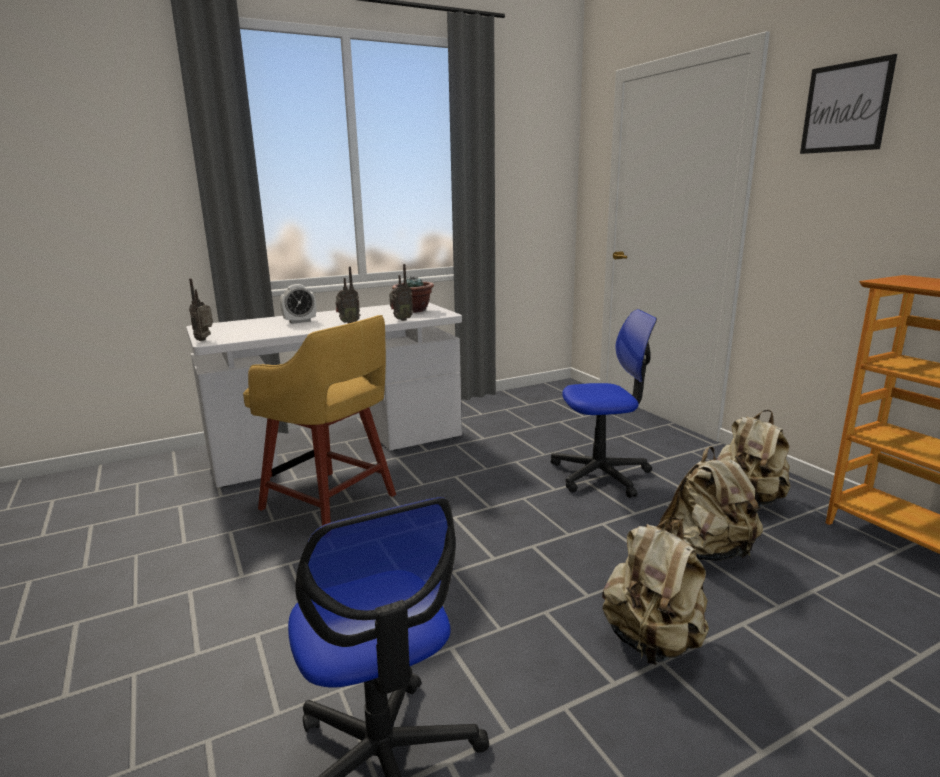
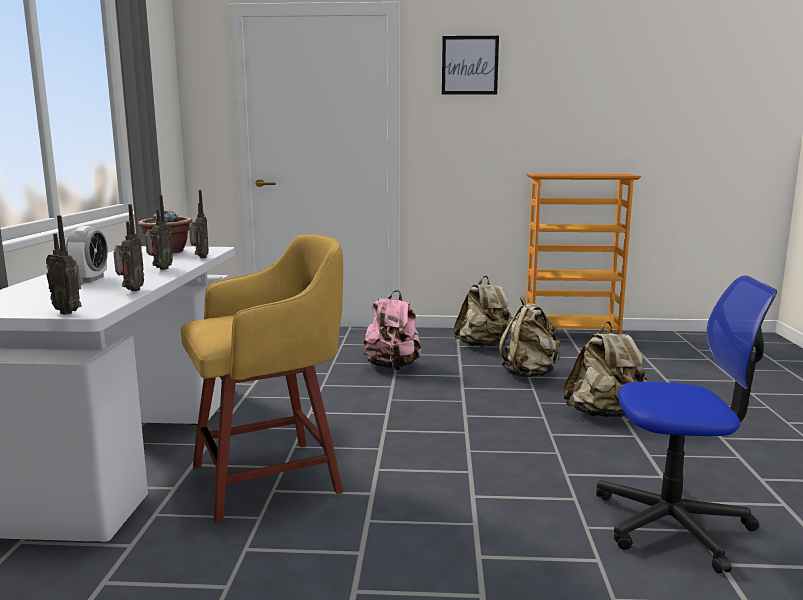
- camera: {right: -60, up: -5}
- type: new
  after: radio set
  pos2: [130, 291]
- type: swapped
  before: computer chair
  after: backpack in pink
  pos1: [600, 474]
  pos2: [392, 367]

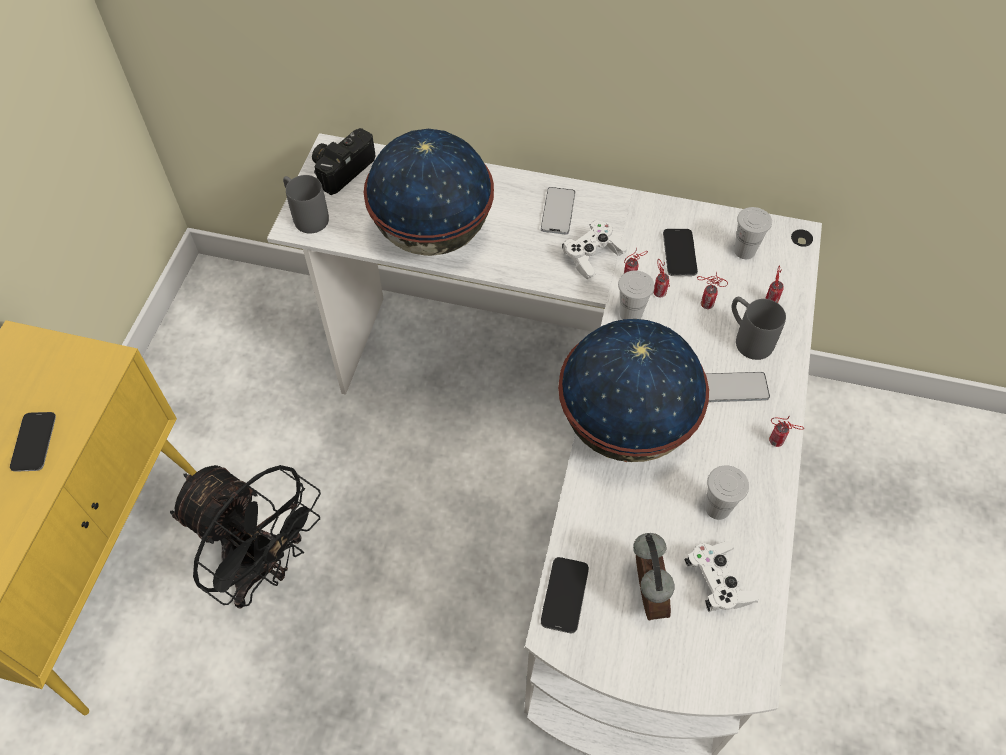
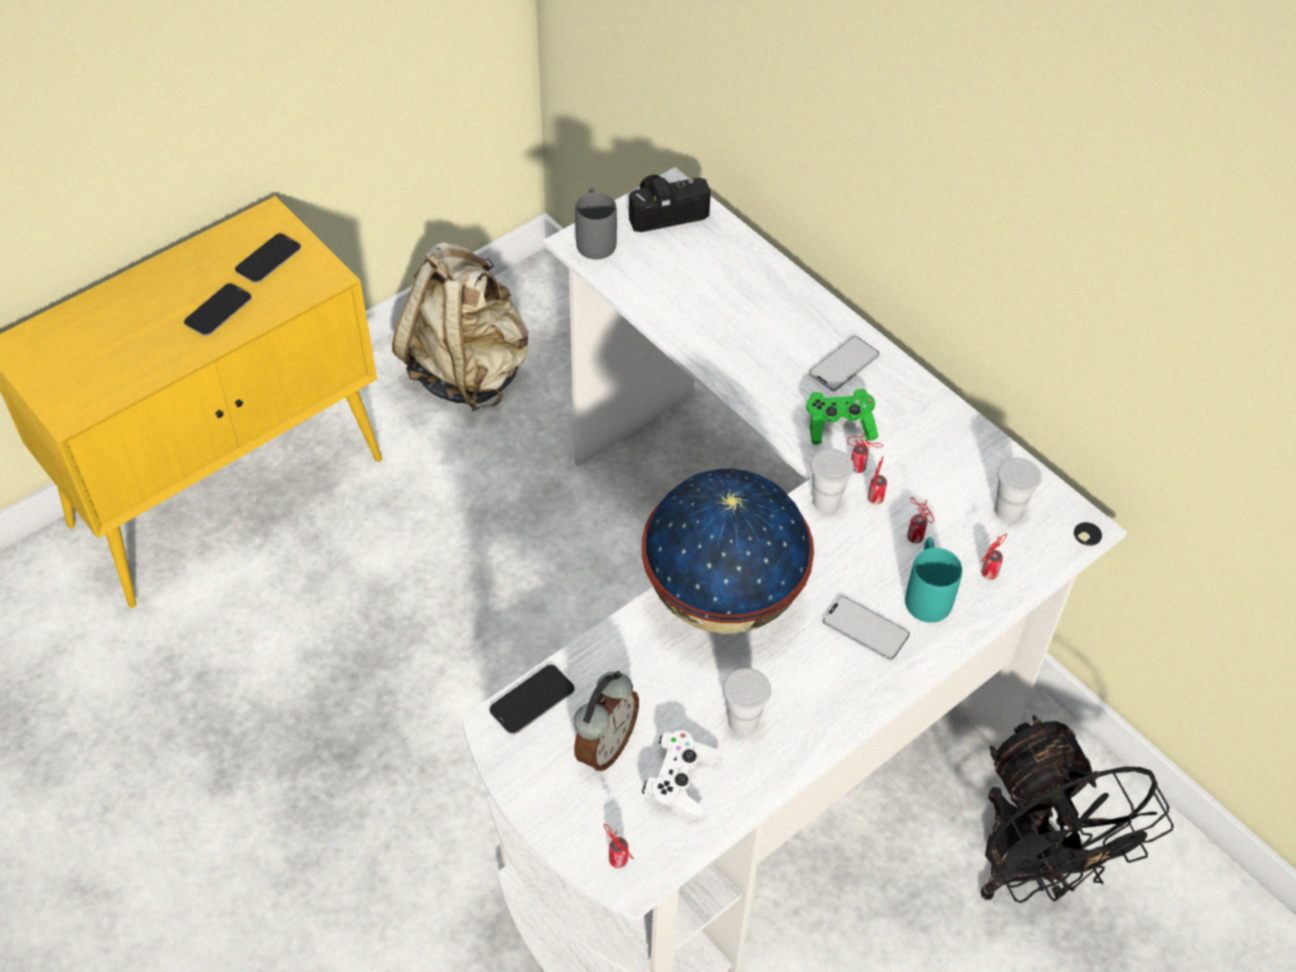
- camera: {right: 35, up: -5}
- type: gone
  before: desk globe
  pos1: [432, 234]
- type: new
  after: backpack in beige-coloured
  pos2: [468, 370]
- type: shifted
  before: electric fan in blackish
  pos1: [264, 567]
  pos2: [1031, 870]
- type: shifted
  before: telephone
  pos1: [679, 253]
  pos2: [268, 259]
- type: shifted
  before: metal can
  pos1: [778, 441]
  pos2: [620, 862]
- type: repainted
  before: joypad in whitish
  after: joypad in green
  pos1: [592, 256]
  pos2: [839, 426]
- type: repainted
  before: coffee mug in greyish
  after: coffee mug in blue-green
  pos1: [747, 338]
  pos2: [926, 593]

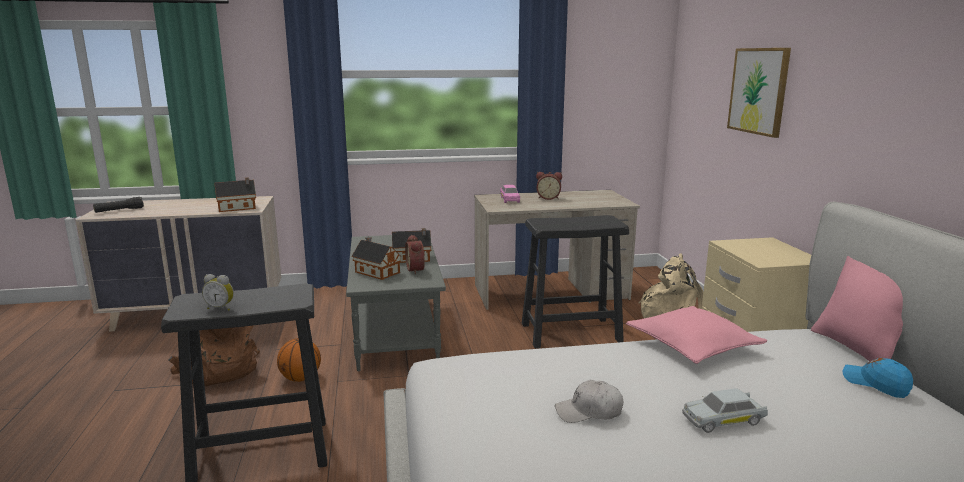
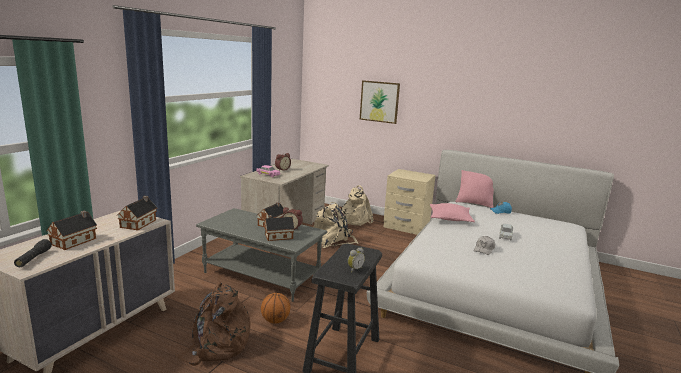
- camera: {right: -55, up: 0}
- type: new
  after: miniature house
  pos2: [75, 241]
- type: swapped
  before: stool in blackish
  after: backpack in beige-coloured
  pos1: [570, 332]
  pos2: [333, 241]

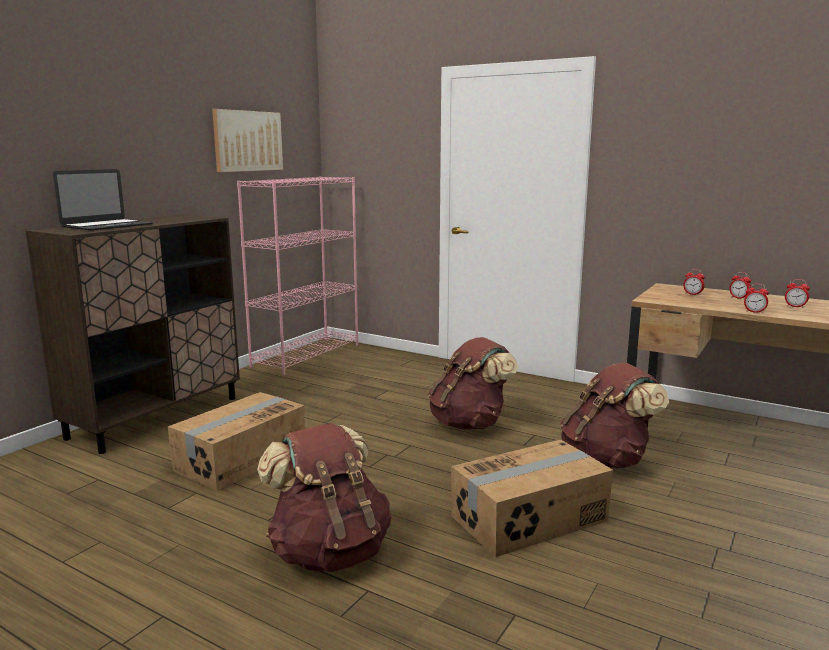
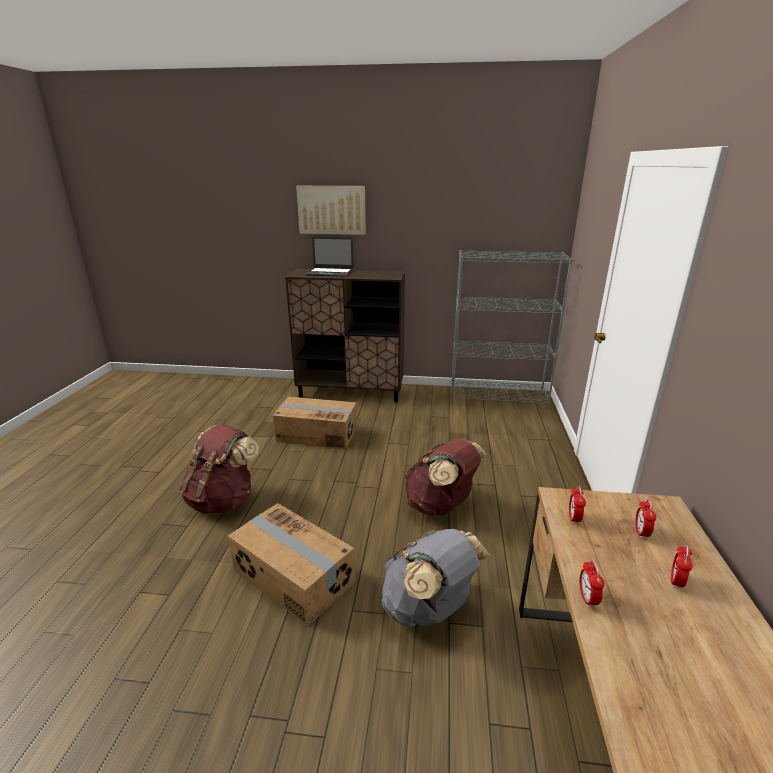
- camera: {right: 65, up: 10}
- type: shifted
  before: picture
  pos1: [247, 141]
  pos2: [332, 210]
- type: shifted
  before: bedside clock
  pos1: [795, 306]
  pos2: [574, 518]
- type: repainted
  before: bookcase in pink
  after: bookcase in greyish
  pos1: [306, 355]
  pos2: [498, 397]
- type: repainted
  before: backpack in brown-coloured
  after: backpack in greyish
  pos1: [607, 460]
  pos2: [428, 608]

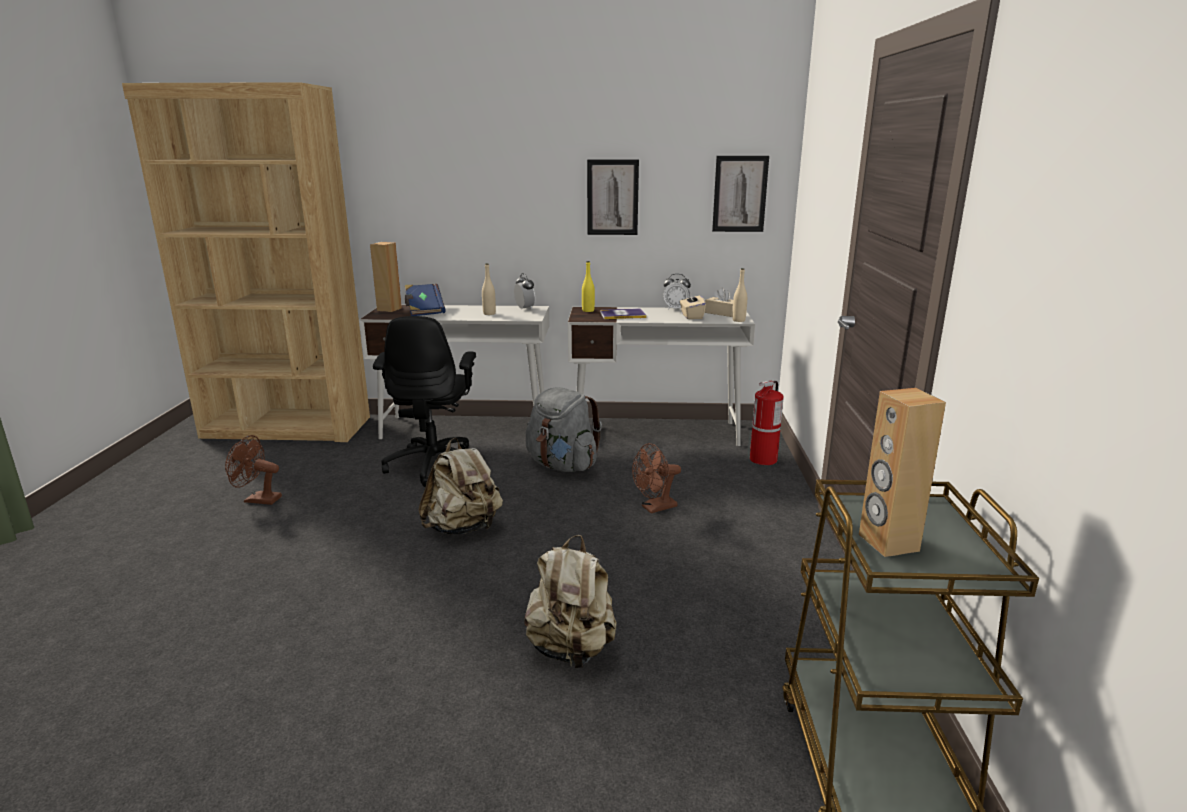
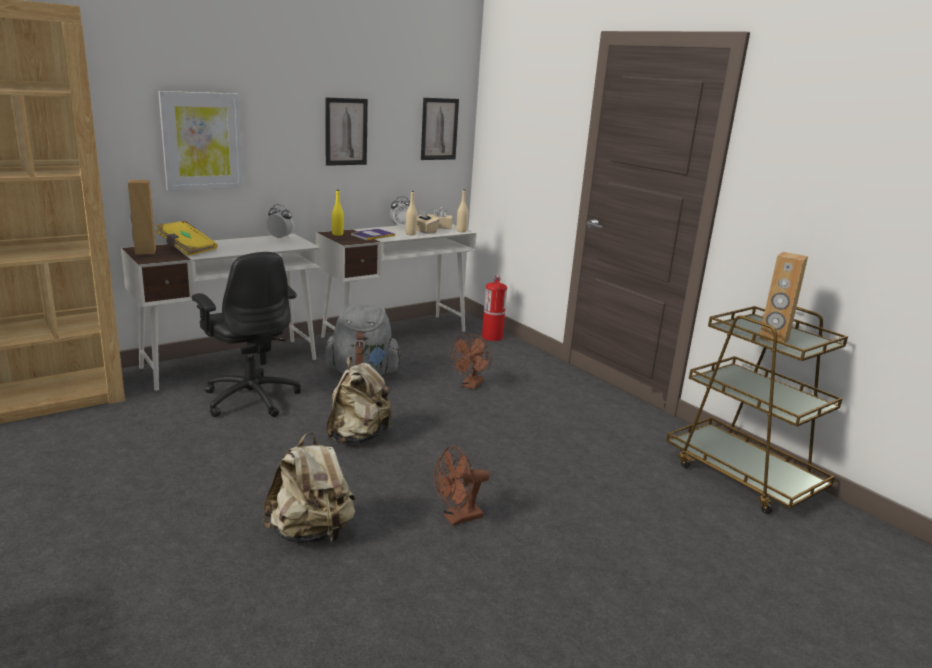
- camera: {right: -40, up: 0}
- type: new
  after: picture
  pos2: [202, 141]
- type: shifted
  before: electric fan in brown-coloured
  pos1: [257, 499]
  pos2: [457, 518]
- type: shifted
  before: beverage bottle in beige-coloured
  pos1: [489, 313]
  pos2: [410, 234]
- type: shifted
  before: backpack in beige-coloured
  pos1: [571, 649]
  pos2: [311, 533]
- type: repainted
  before: bound book in bluish
  after: bound book in yellowish
  pos1: [424, 310]
  pos2: [186, 249]

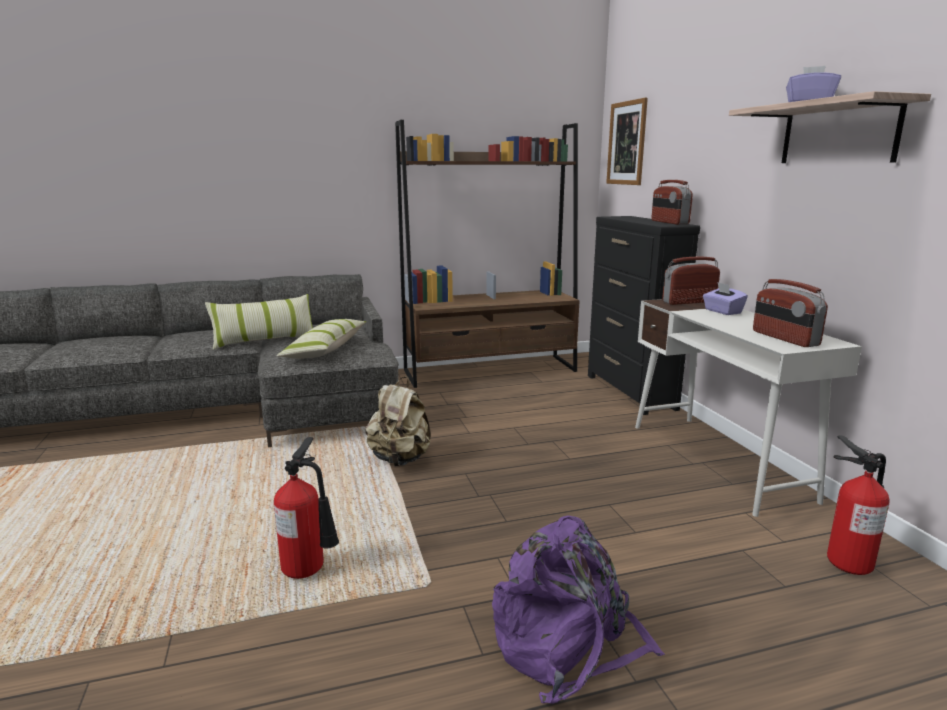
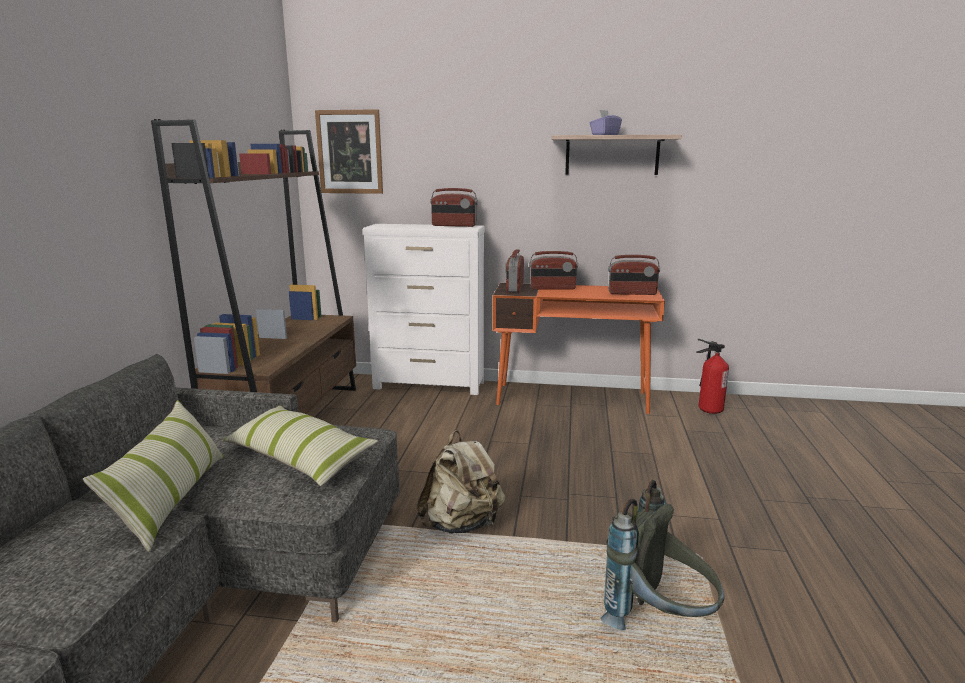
- camera: {right: -65, up: 0}
- type: gone
  before: backpack in purplish
  pos1: [568, 646]
- type: swapped
  before: fire-fighting cylinder
  after: backpack in greyish
  pos1: [310, 570]
  pos2: [660, 622]
- type: swapped
  before: box of tissues in purplish
  after: radio set
  pos1: [722, 311]
  pos2: [552, 288]
- type: repainted
  before: dresser in blackish
  after: dresser in whitish
  pos1: [630, 392]
  pos2: [429, 385]
- type: repainted
  before: desk in whitish
  after: desk in orangey
  pos1: [717, 461]
  pos2: [572, 398]

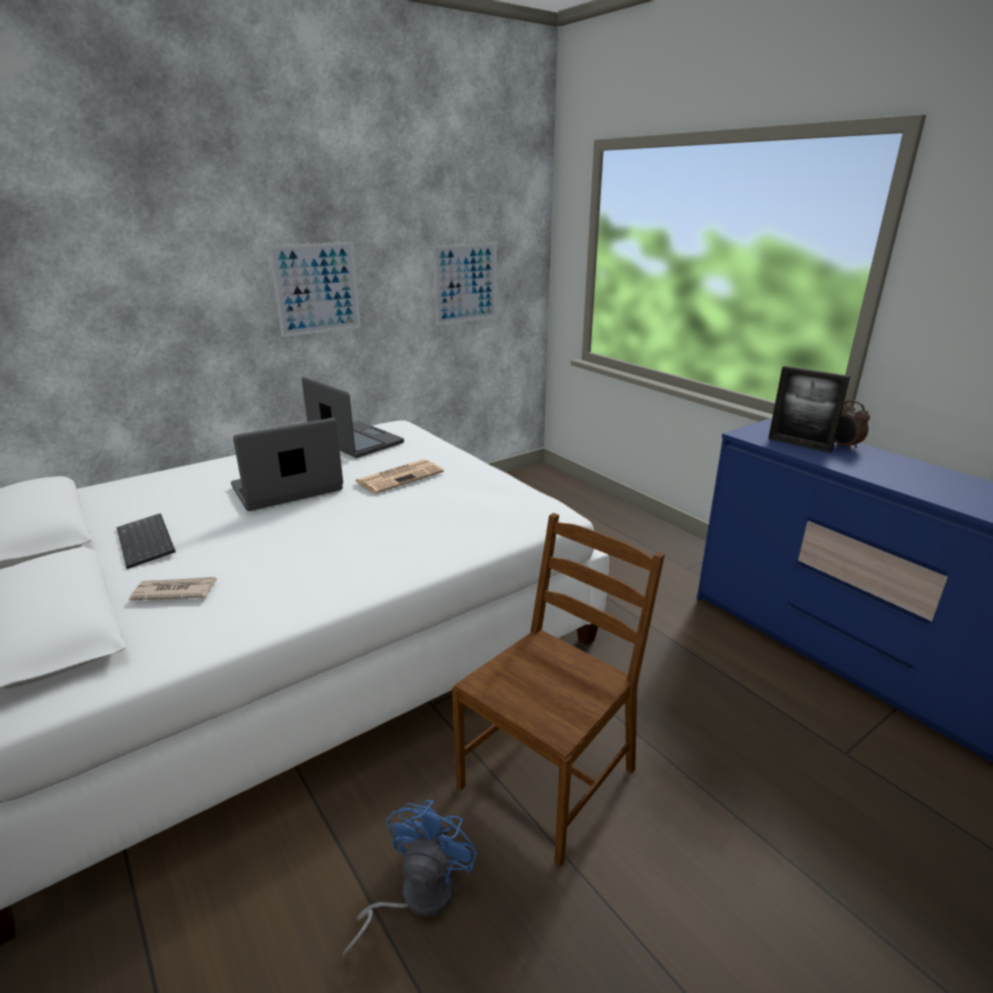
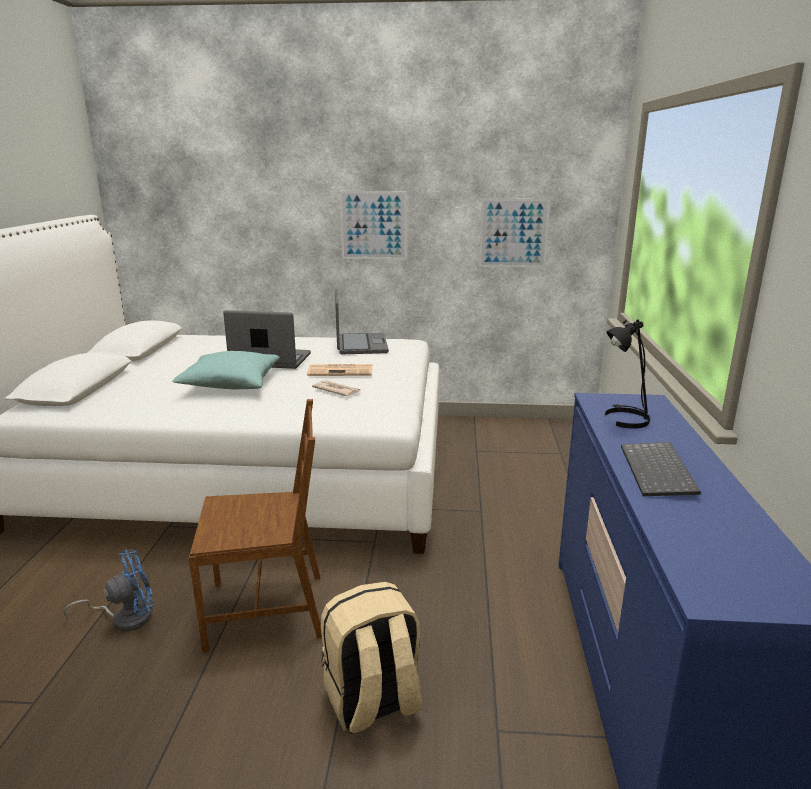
- camera: {right: 40, up: -5}
- type: gone
  before: bedside clock
  pos1: [843, 446]
- type: new
  after: pillow in blue-green
  pos2: [230, 384]
- type: new
  after: backpack in beige-coloured
  pos2: [372, 703]
- type: shifted
  before: keyboard
  pos1: [148, 542]
  pos2: [659, 472]
- type: shifted
  before: newspaper
  pos1: [174, 591]
  pos2: [336, 390]
- type: swapped
  before: picture frame
  after: table lamp in blackish
  pos1: [799, 444]
  pos2: [624, 418]

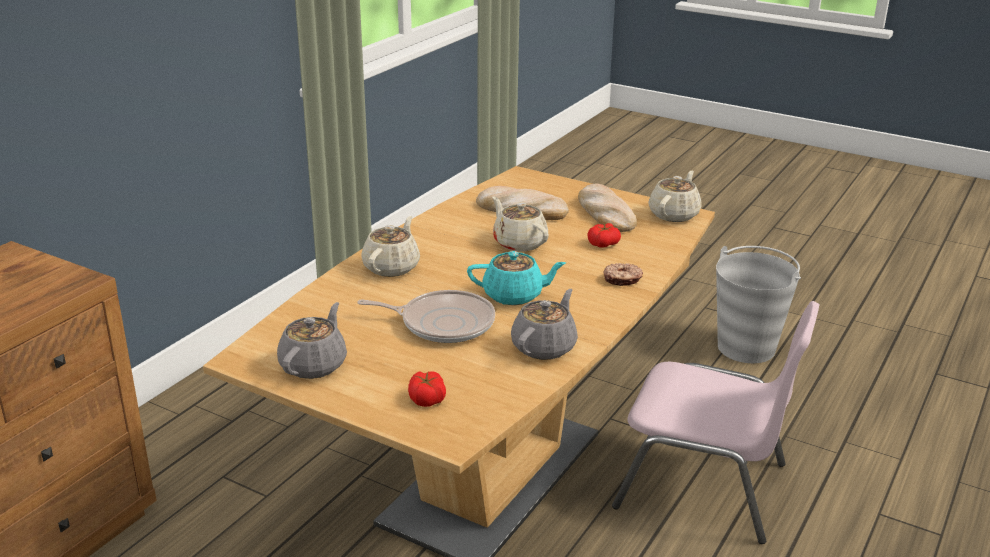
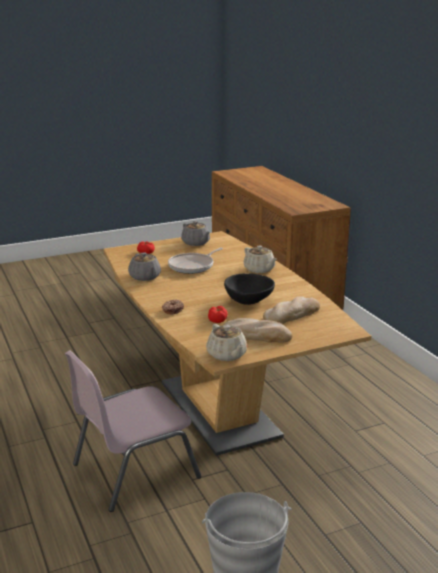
- camera: {right: 125, up: -5}
- type: gone
  before: teapot in blue-green
  pos1: [514, 295]
- type: swapped
  before: teapot in beige-coloured
  after: bowl in blackish
  pos1: [519, 242]
  pos2: [248, 301]

